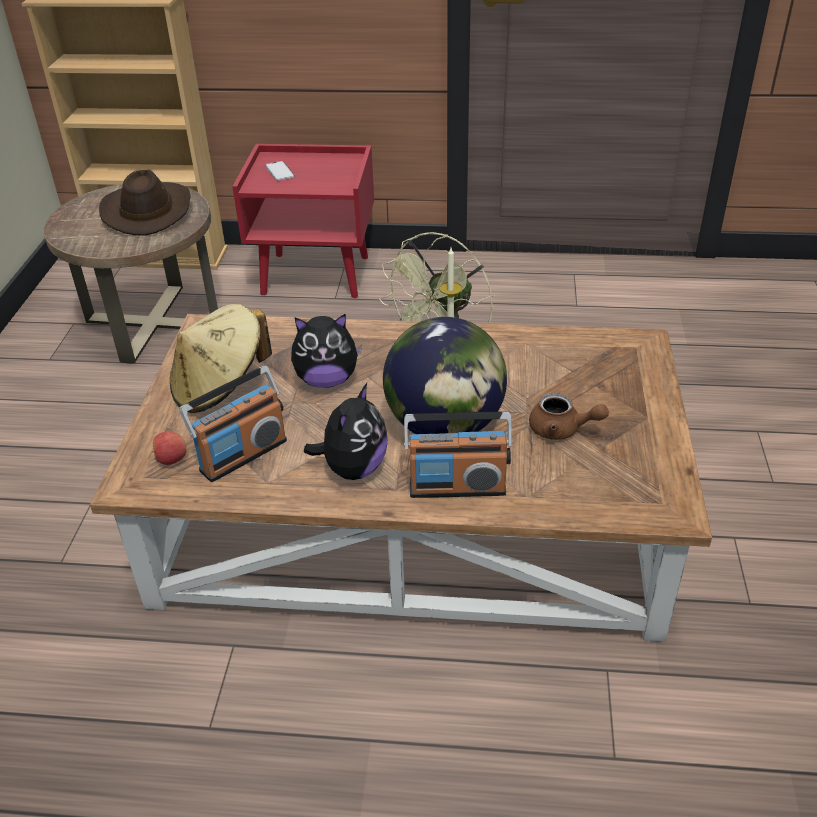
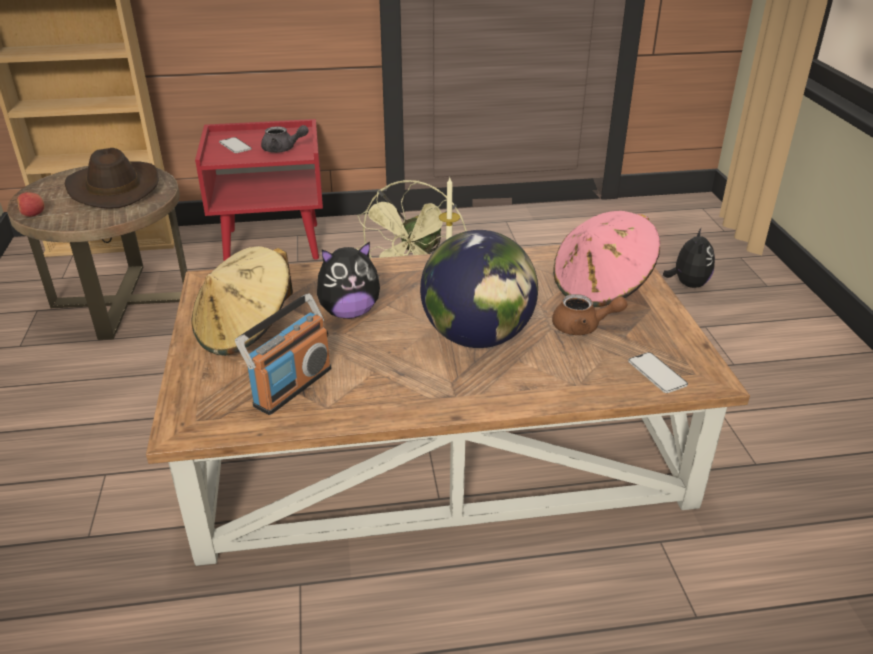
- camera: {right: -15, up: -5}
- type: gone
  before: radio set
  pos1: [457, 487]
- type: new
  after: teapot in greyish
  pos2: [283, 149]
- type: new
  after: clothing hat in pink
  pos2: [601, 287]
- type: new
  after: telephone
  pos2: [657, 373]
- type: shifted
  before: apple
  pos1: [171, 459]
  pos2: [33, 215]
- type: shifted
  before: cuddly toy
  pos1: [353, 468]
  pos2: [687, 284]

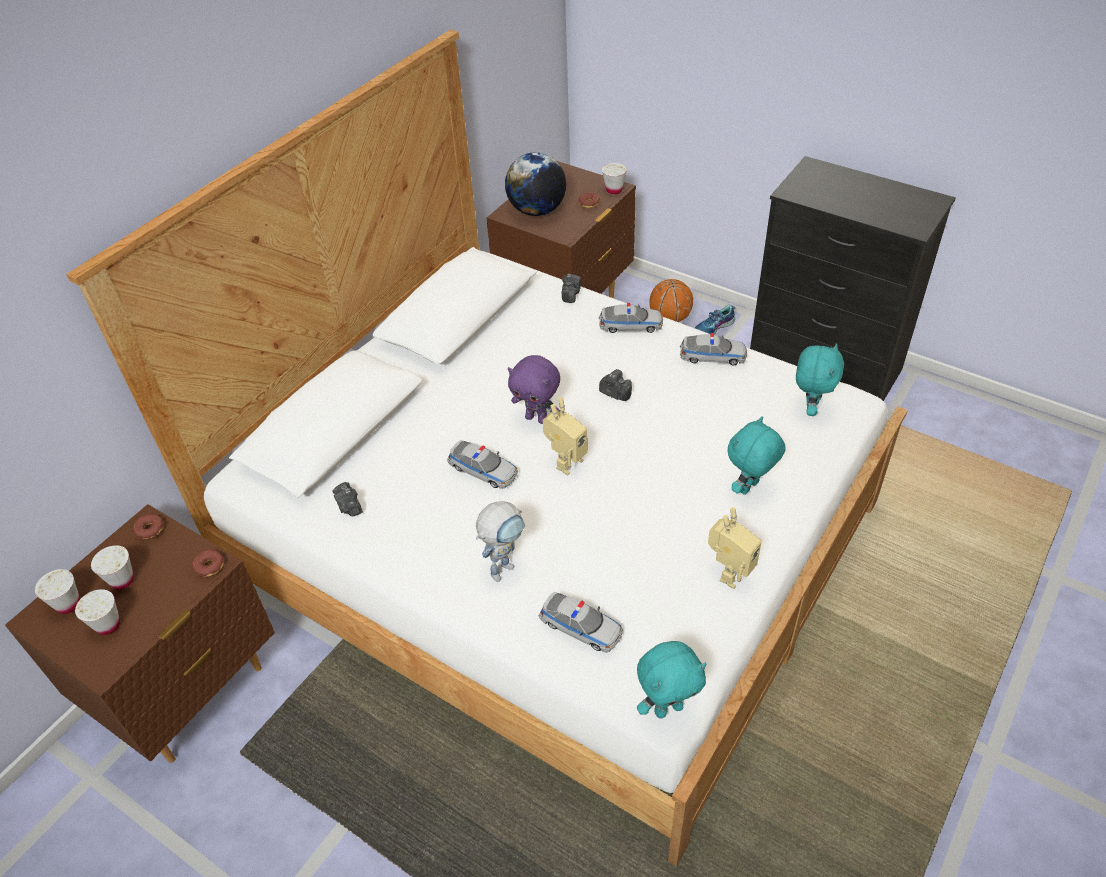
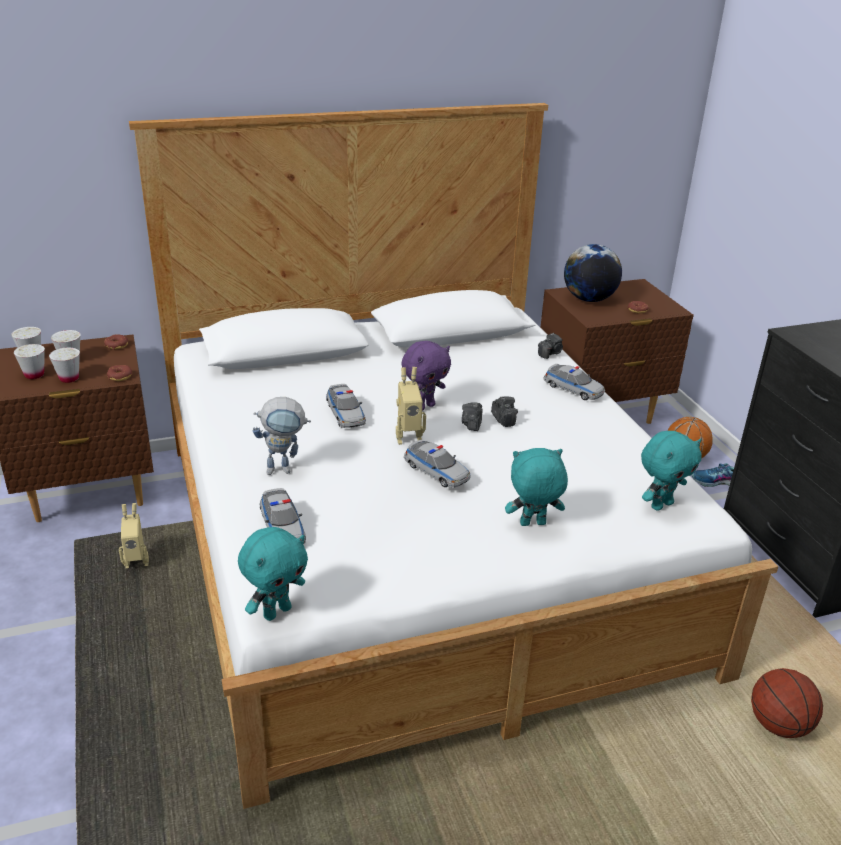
- camera: {right: 35, up: -15}
- type: new
  after: basketball
  pos2: [779, 725]
- type: shifted
  before: still camera
  pos1: [349, 506]
  pos2: [472, 424]
- type: shifted
  before: drinking cup in whitish
  pos1: [614, 190]
  pos2: [69, 378]
- type: shifted
  before: miniature car
  pos1: [712, 356]
  pos2: [436, 471]
- type: shifted
  before: robot figure
  pos1: [729, 573]
  pos2: [137, 563]
- type: rotated
  before: cuddly toy in purplish
  pos1: [537, 418]
  pos2: [424, 406]
  turn: -105
- type: rotated
  before: cuddly toy in blue-green
  pos1: [668, 708]
  pos2: [276, 611]
  turn: -60

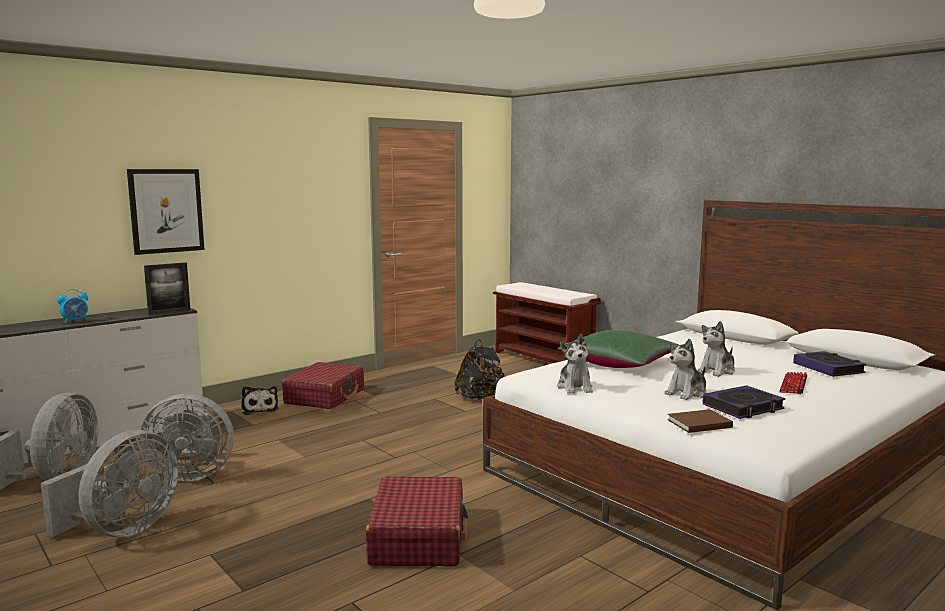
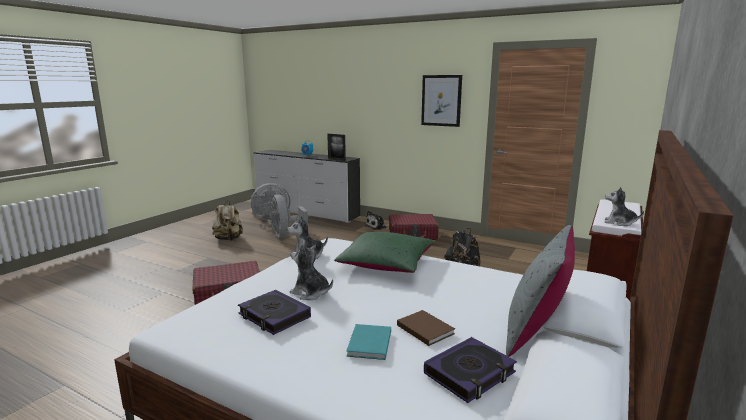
- camera: {right: 70, up: 5}
- type: new
  after: pillow in greyish
  pos2: [535, 332]
- type: shifted
  before: picture
  pos1: [166, 211]
  pos2: [441, 100]
- type: shifted
  before: bound book in brown-coloured
  pos1: [697, 423]
  pos2: [425, 328]
- type: shifted
  before: cuddly toy
  pos1: [717, 371]
  pos2: [619, 223]
- type: swapped
  before: electric fan in greyish
  after: backpack in beige-coloured
  pos1: [122, 530]
  pos2: [228, 239]
- type: swapped
  before: keyboard
  after: bound book in blue-green
  pos1: [793, 384]
  pos2: [368, 344]

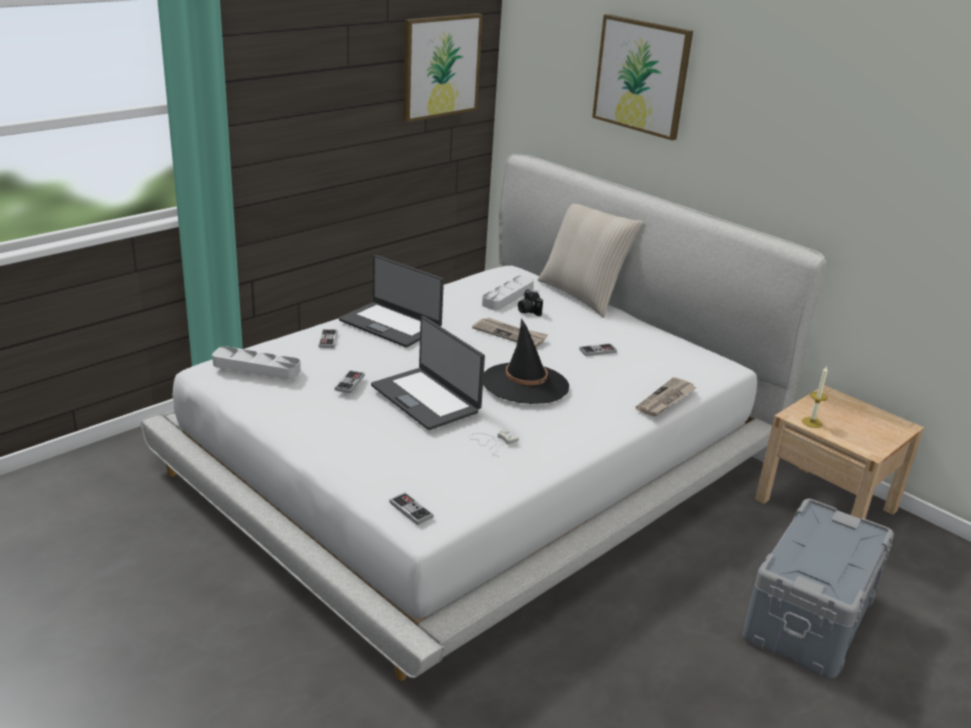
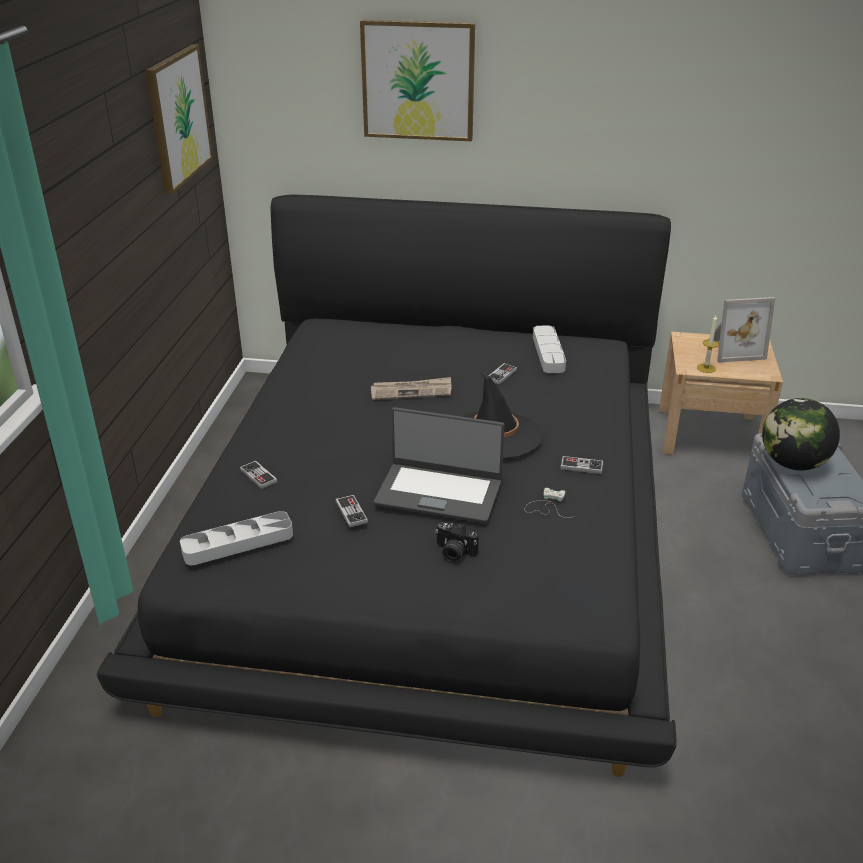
- camera: {right: -35, up: 5}
- type: gone
  before: laptop
  pos1: [391, 324]
- type: gone
  before: pillow in beige-coloured
  pos1: [582, 295]
- type: gone
  before: newspaper
  pos1: [666, 399]
- type: new
  after: picture frame
  pos2: [733, 349]
- type: new
  after: desk globe
  pos2: [793, 463]
- type: shifted
  before: joypad
  pos1: [411, 510]
  pos2: [581, 466]
- type: shifted
  before: serving tray in greyish
  pos1: [508, 296]
  pos2: [548, 353]
- type: shifted
  before: still camera
  pos1: [528, 311]
  pos2: [454, 553]
- type: repainted
  before: bed in whitish
  after: bed in blackish
  pos1: [478, 460]
  pos2: [431, 530]

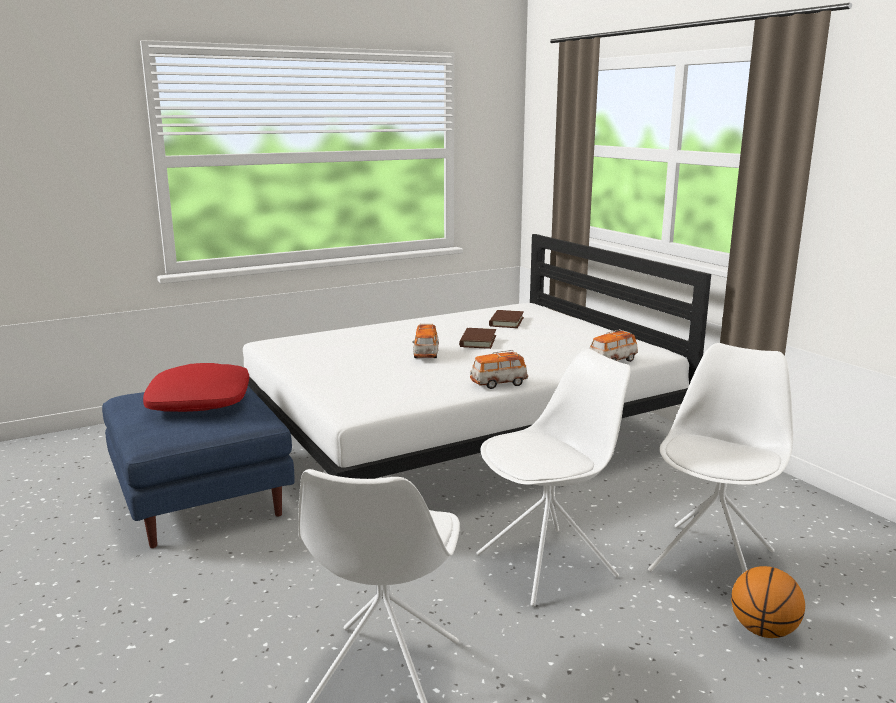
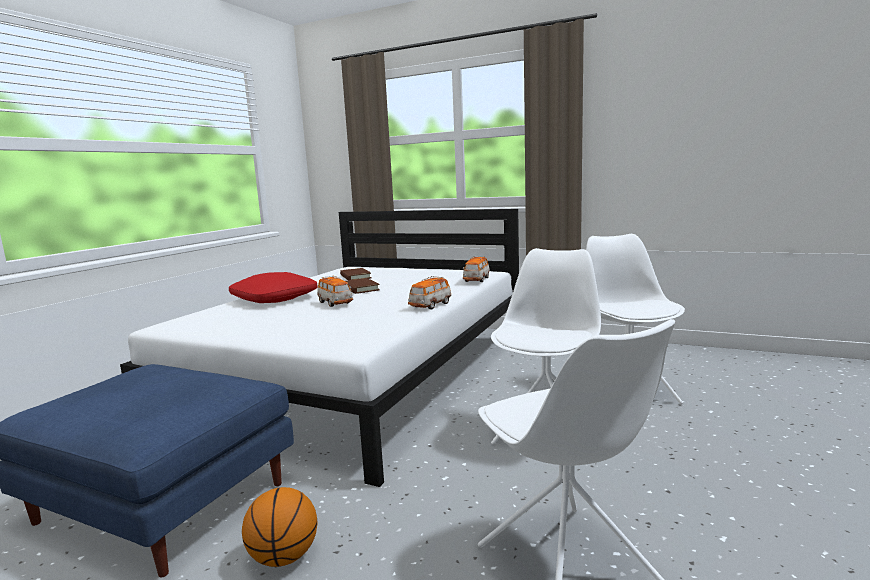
- camera: {right: -35, up: -5}
- type: shifted
  before: pillow in red
  pos1: [200, 401]
  pos2: [275, 298]
- type: shifted
  before: basketball
  pos1: [763, 630]
  pos2: [283, 557]

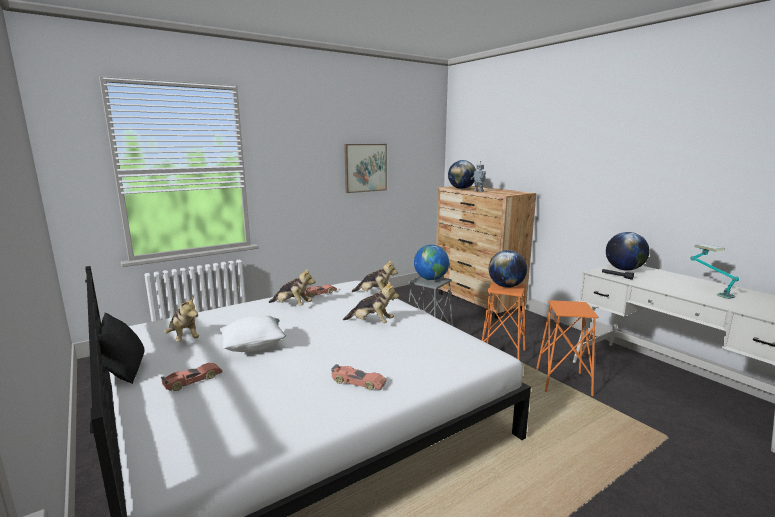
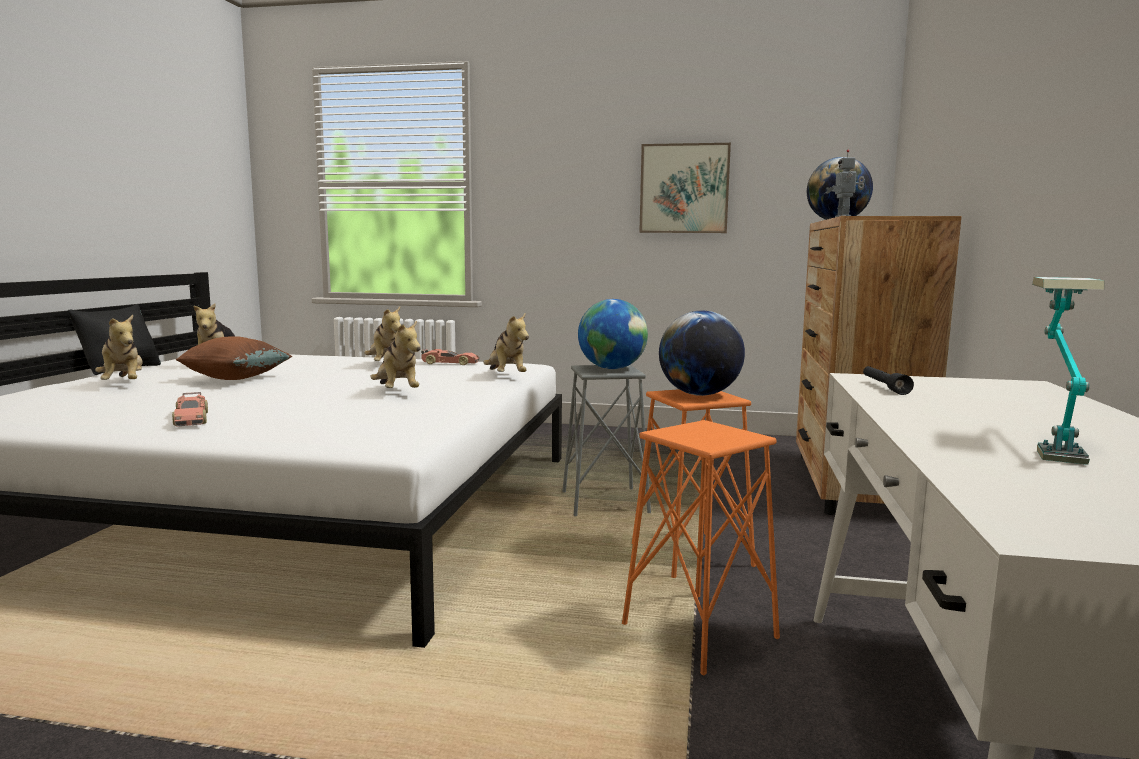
- camera: {right: 45, up: -5}
- type: gone
  before: desk globe
  pos1: [624, 269]
- type: swapped
  before: miniature car
  after: cuddly toy
  pos1: [193, 381]
  pos2: [123, 384]
- type: repainted
  before: pillow in whitish
  after: pillow in brown-coloured
  pos1: [254, 346]
  pos2: [235, 378]

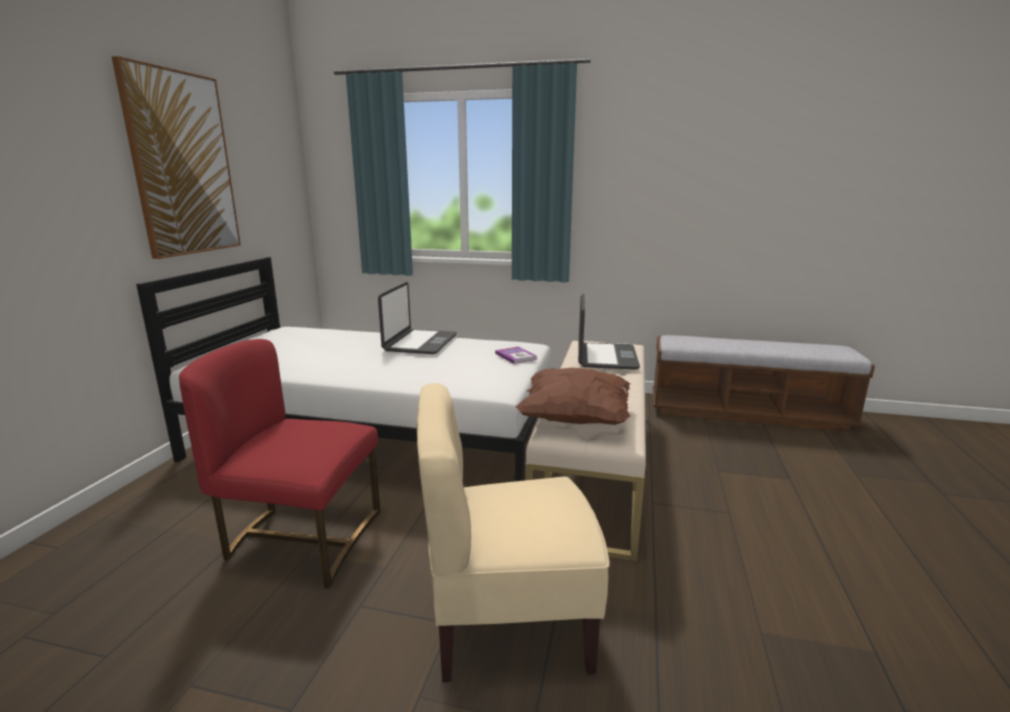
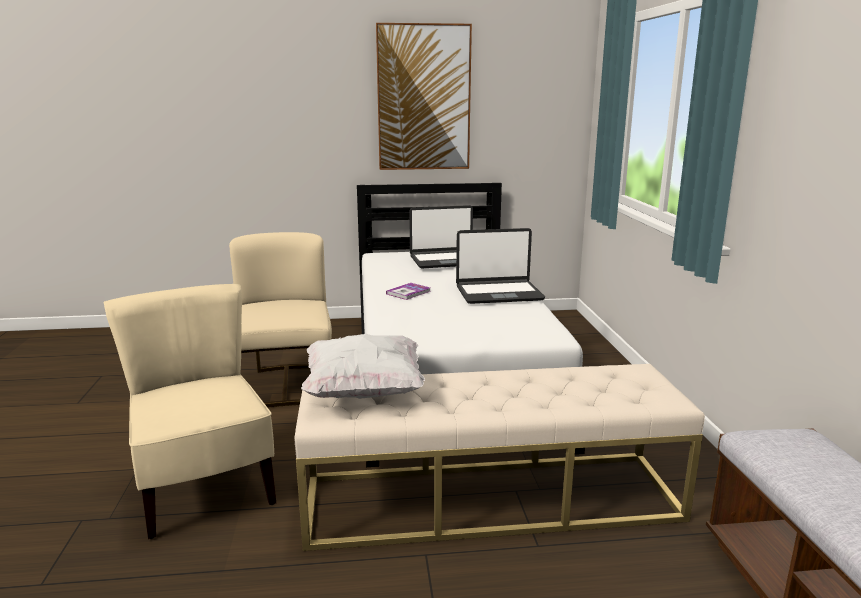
- camera: {right: 70, up: 0}
- type: shifted
  before: bound book
  pos1: [516, 356]
  pos2: [408, 292]
- type: shifted
  before: laptop
  pos1: [605, 357]
  pos2: [446, 260]
- type: repainted
  before: plain chair in red
  after: plain chair in beige-coloured
  pos1: [302, 539]
  pos2: [286, 386]
- type: repainted
  before: pillow in brown-coloured
  after: pillow in whitish
  pos1: [575, 419]
  pos2: [364, 391]

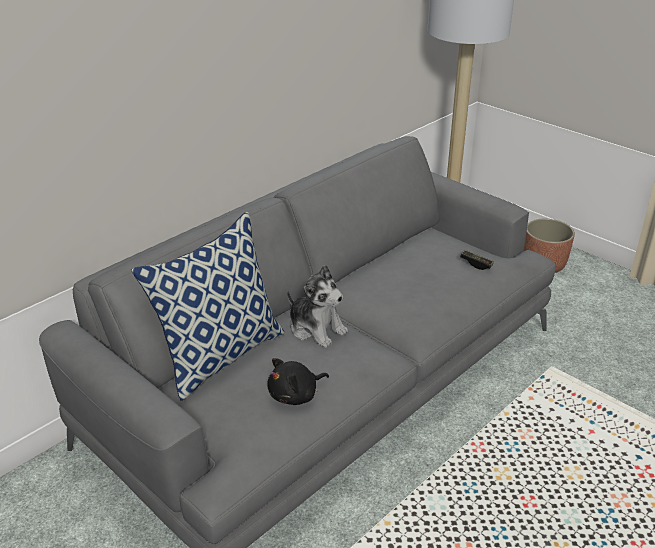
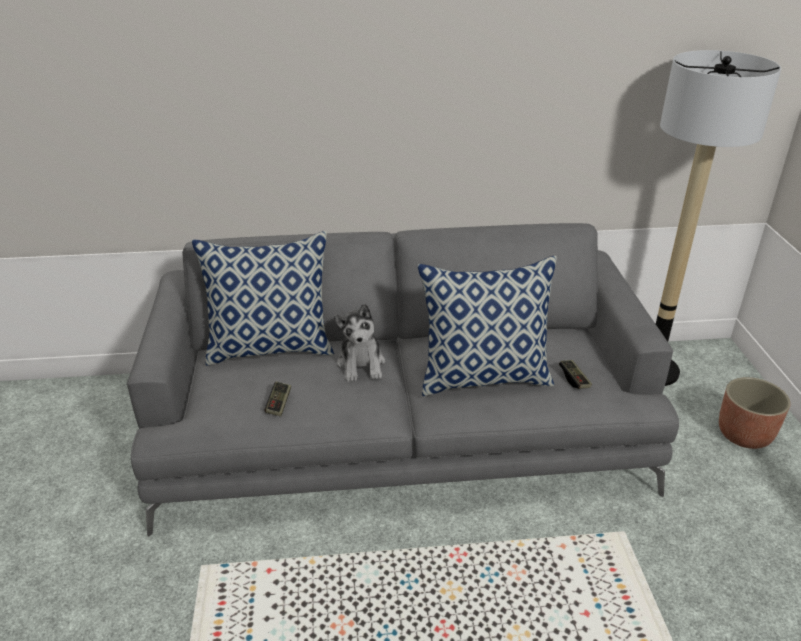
- camera: {right: 40, up: 0}
- type: new
  after: pillow
  pos2: [484, 377]
- type: swapped
  before: cuddly toy in blackish
  after: joypad
  pos1: [296, 395]
  pos2: [279, 404]

